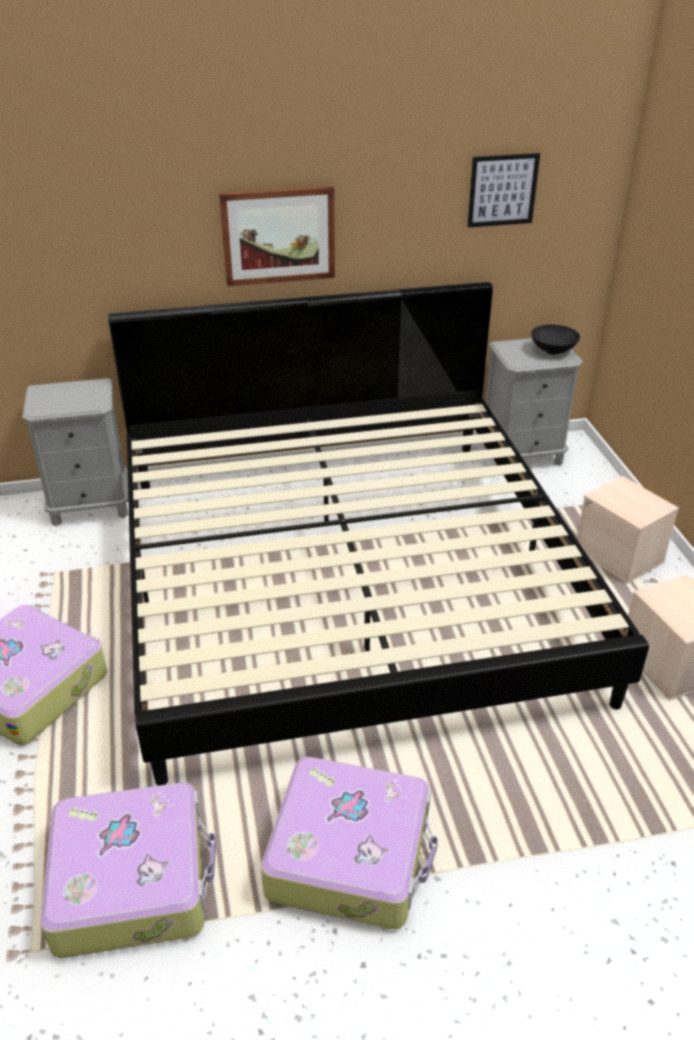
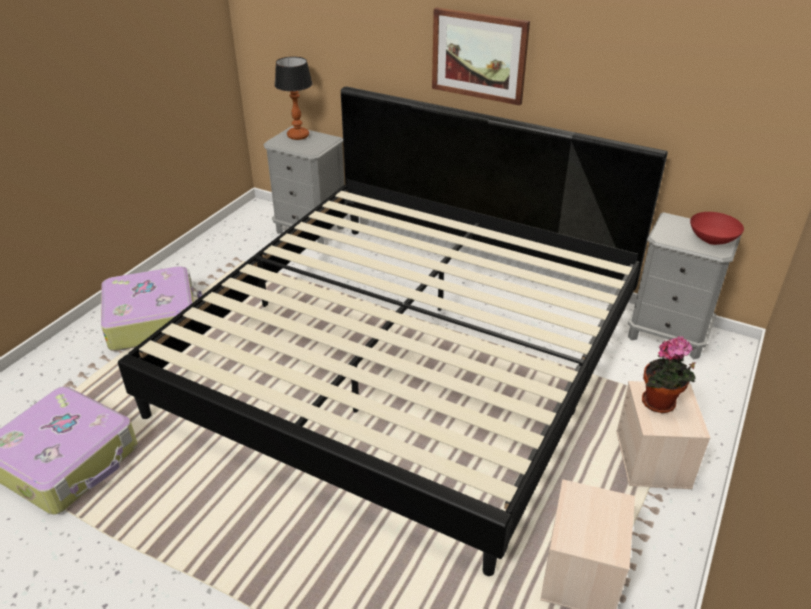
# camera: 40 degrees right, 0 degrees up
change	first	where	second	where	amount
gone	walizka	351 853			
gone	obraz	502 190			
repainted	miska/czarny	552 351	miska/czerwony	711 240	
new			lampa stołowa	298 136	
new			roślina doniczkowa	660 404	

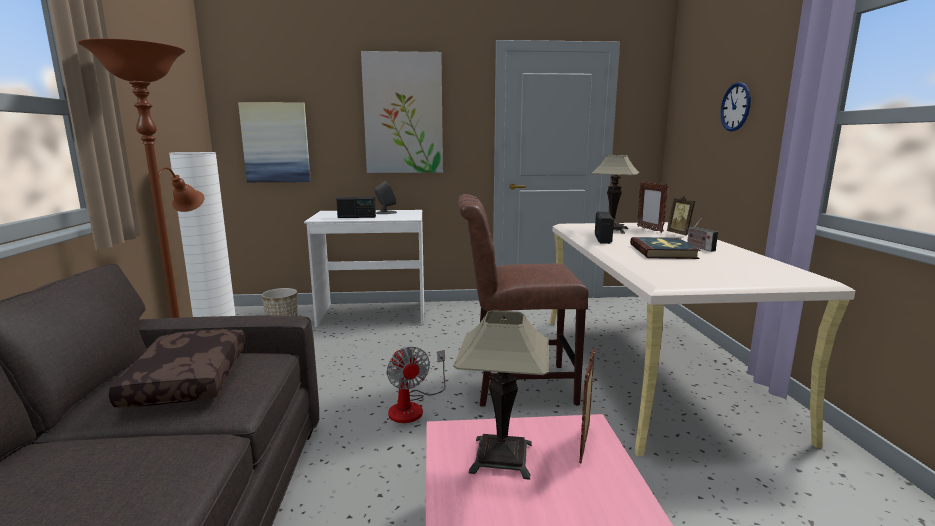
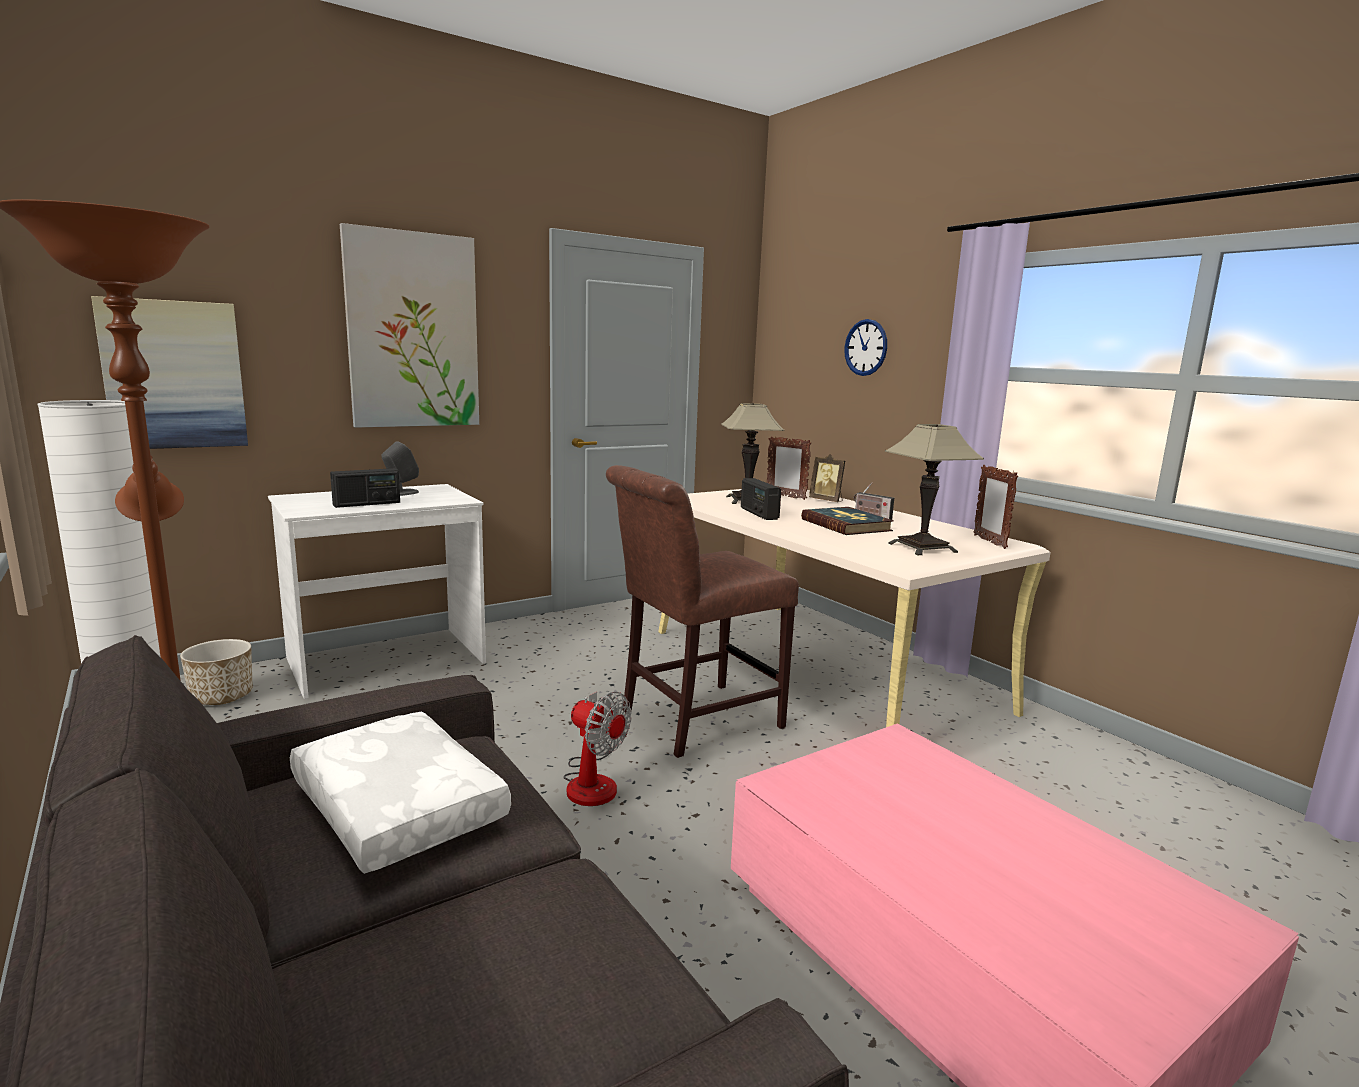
# camera: 30 degrees left, 0 degrees up
change	first	where	second	where	amount
repainted	poduszka/brązowy	186 379	poduszka/biały	394 807	
shifted	lampa stołowa	501 457		922 548	
shifted	ramka na zdjęcie	585 443		989 542	

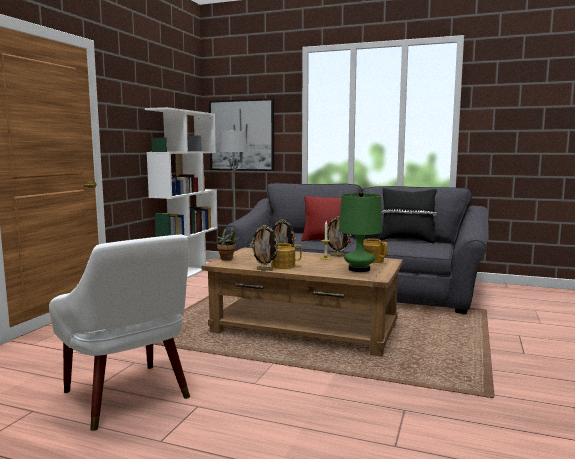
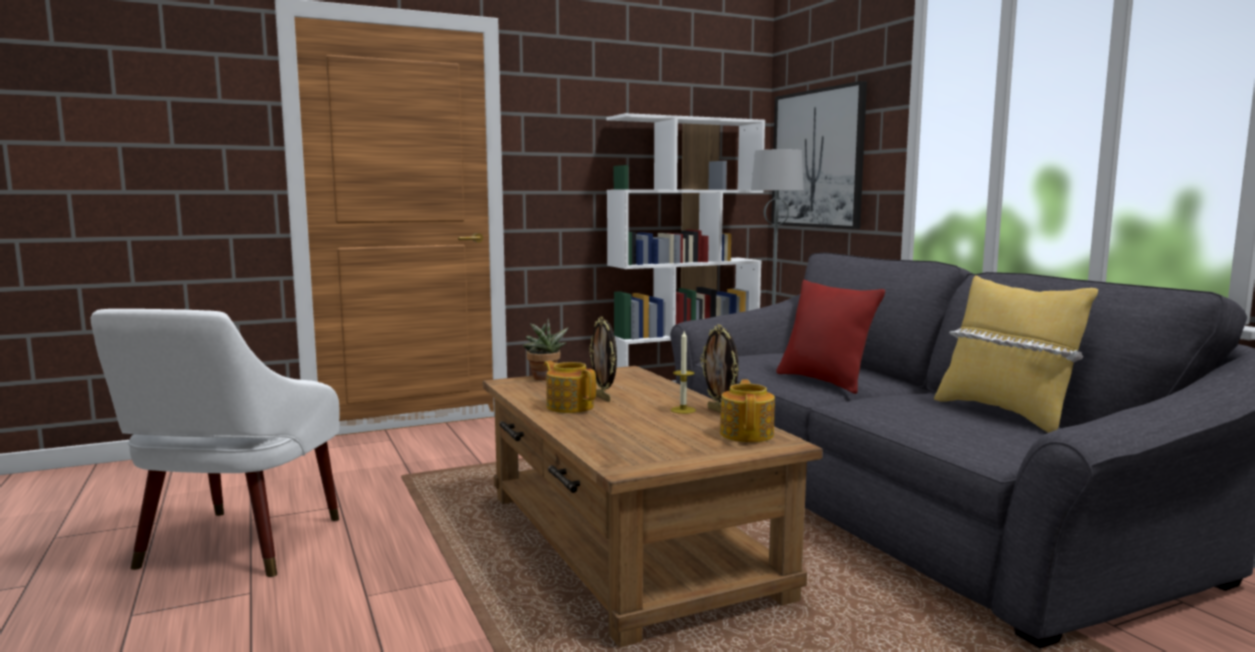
# camera: 45 degrees right, 0 degrees up
change	first	where	second	where	amount
gone	ramka na zdjęcie	265 270			
gone	lampa stołowa/zielony	359 269			
repainted	poduszka/czarny	406 240	poduszka/żółty	1005 413	

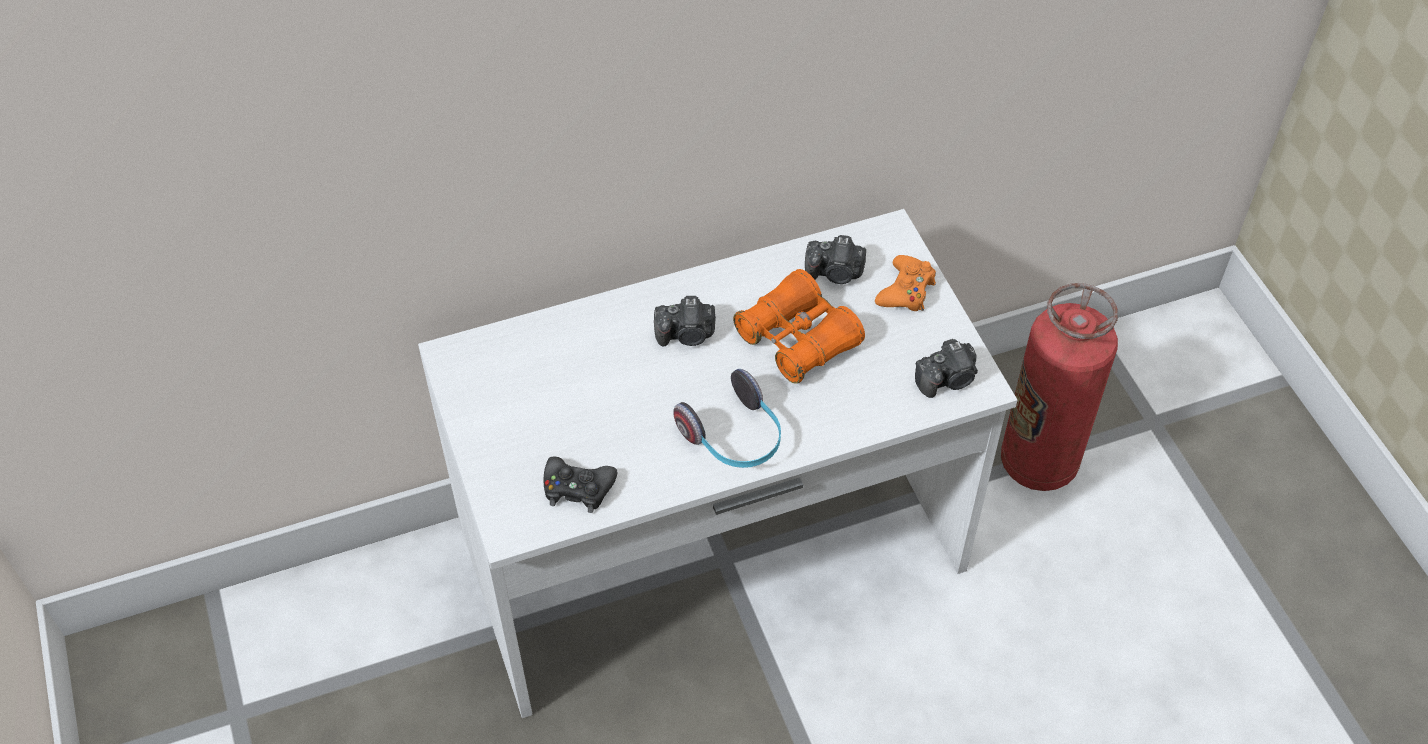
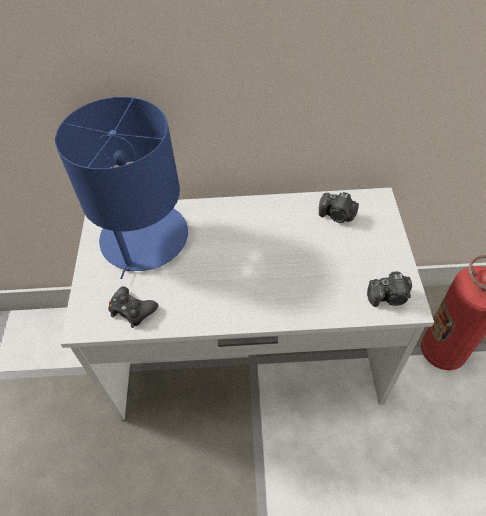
# camera: 20 degrees right, 0 degrees up
change	first	where	second	where	amount
gone	aparat fotograficzny	686 335			
gone	słuchawki	734 438			
gone	lornetka/pomarańczowy	797 339			
gone	pad do gier/pomarańczowy	906 291			
new			lampa stołowa/niebieski	143 238	

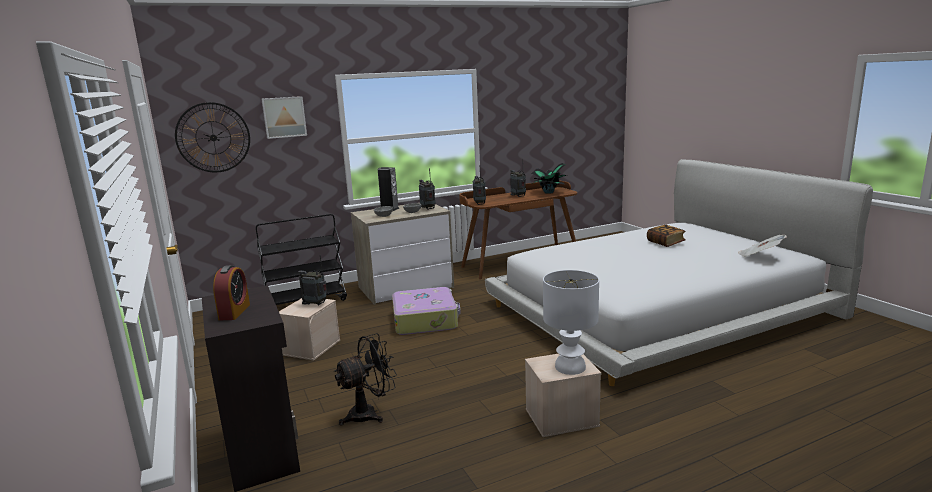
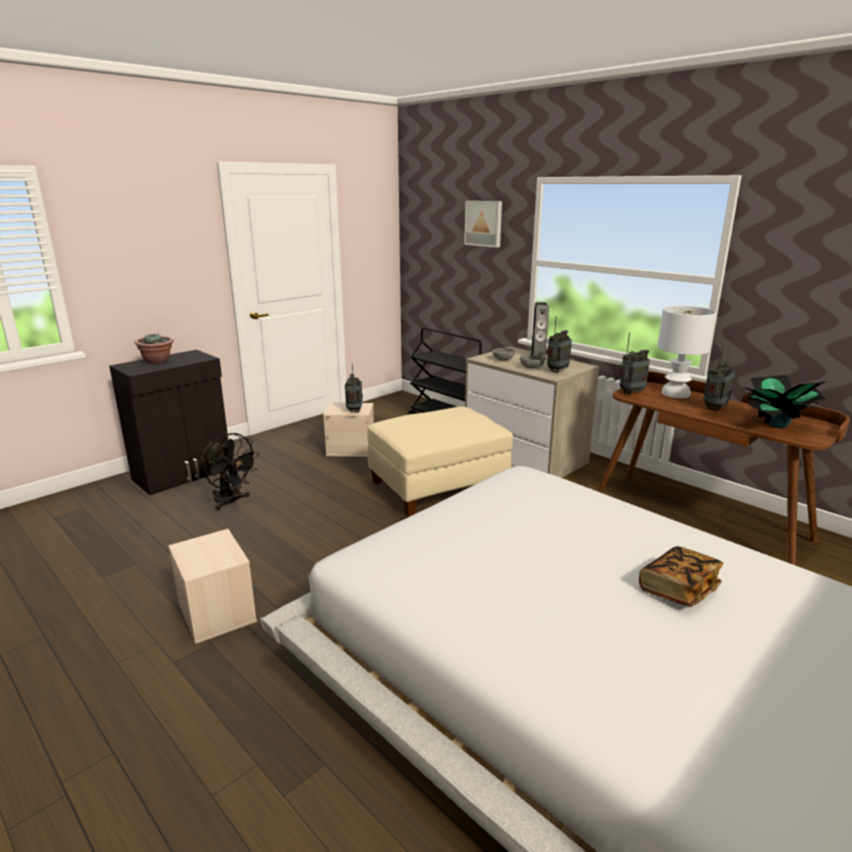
# camera: 70 degrees right, 5 degrees up
change	first	where	second	where	amount
gone	zegar ścienny	213 137			
swapped	budzik	234 312	roślina doniczkowa	157 362	
swapped	walizka	425 320	pufa/beżowy	437 487	
shifted	lampa stołowa/biały	569 366		676 393	
gone	gazeta	759 256			

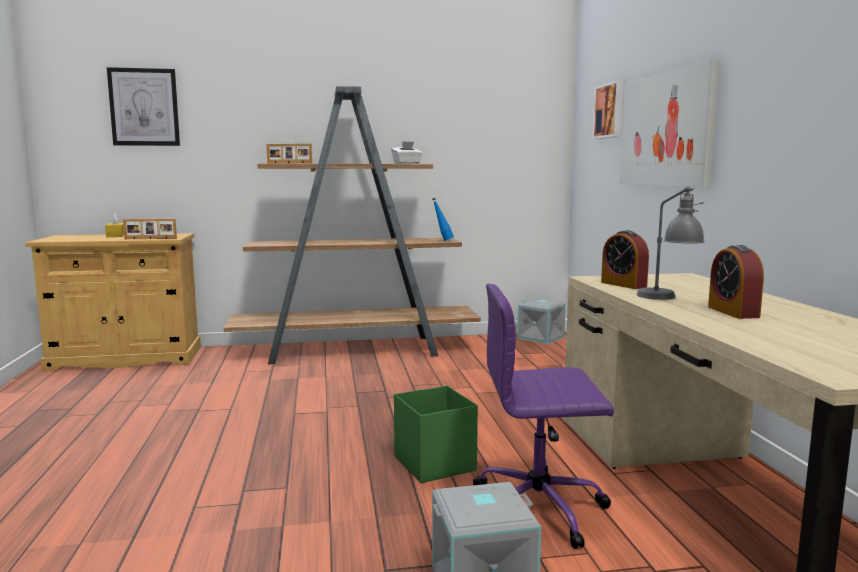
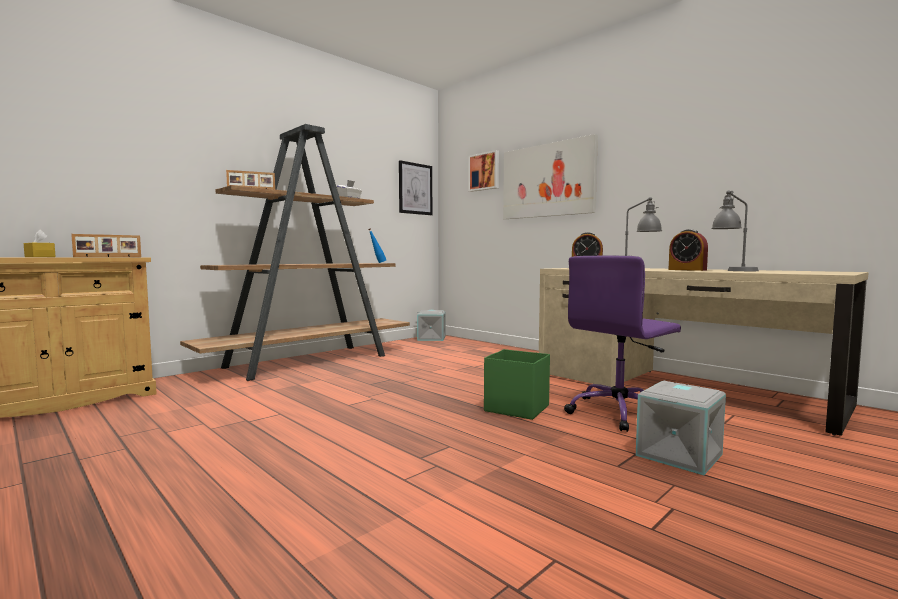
# camera: 35 degrees left, 5 degrees down
change	first	where	second	where	amount
shifted	obraz	144 107		415 188	
new			lampa stołowa/szary	733 271	

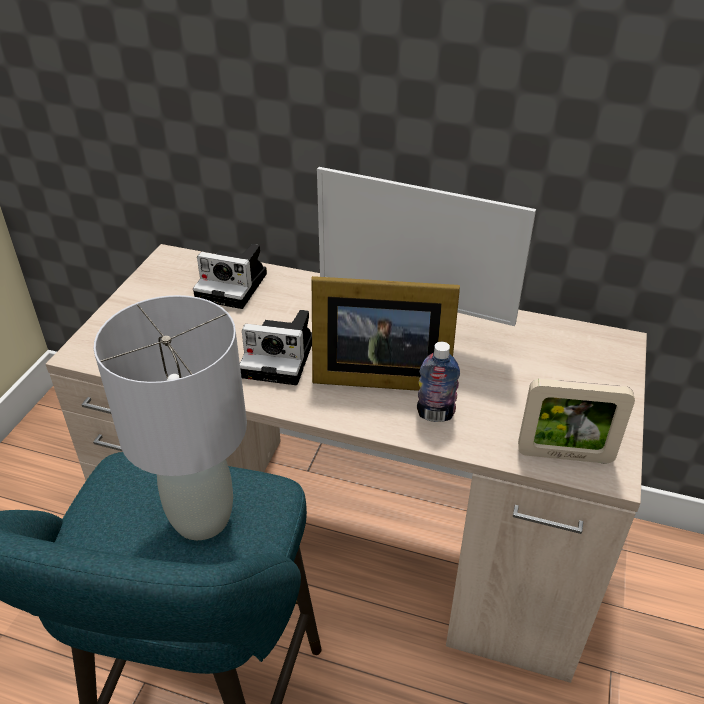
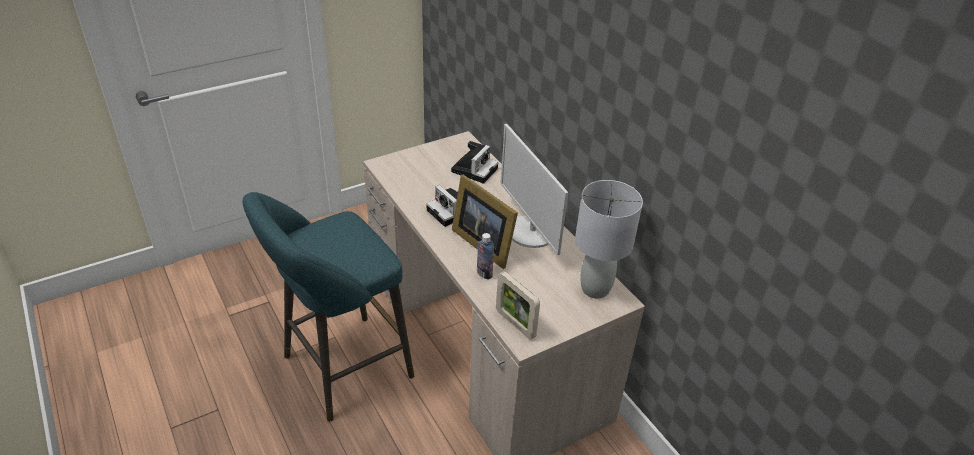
# camera: 40 degrees right, 0 degrees up
change	first	where	second	where	amount
shifted	lampa stołowa/szary	200 518		595 288	
rotated	aparat fotograficzny	235 286		474 169	120 degrees counterclockwise

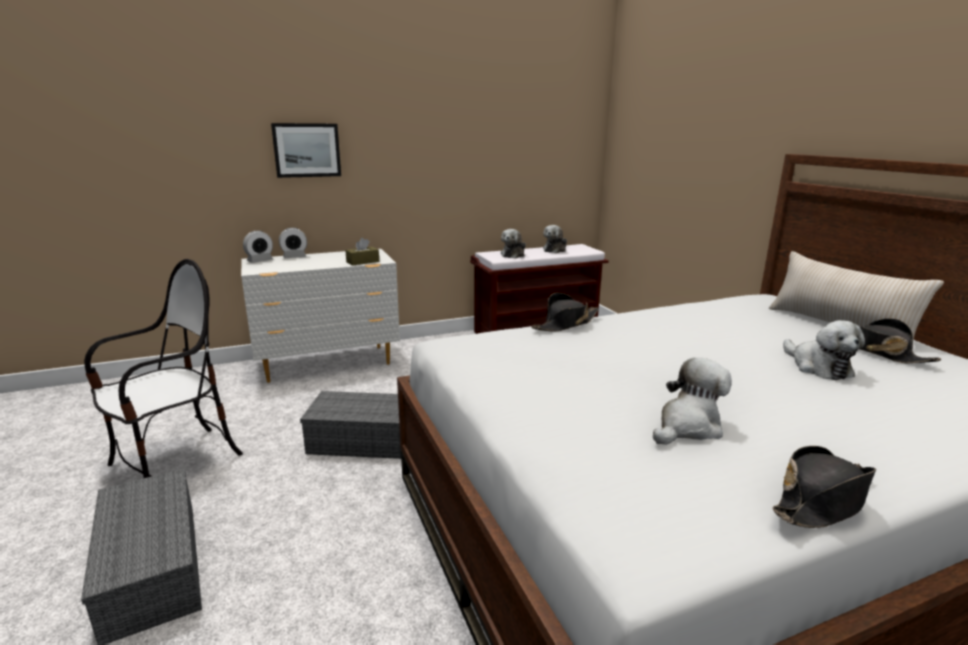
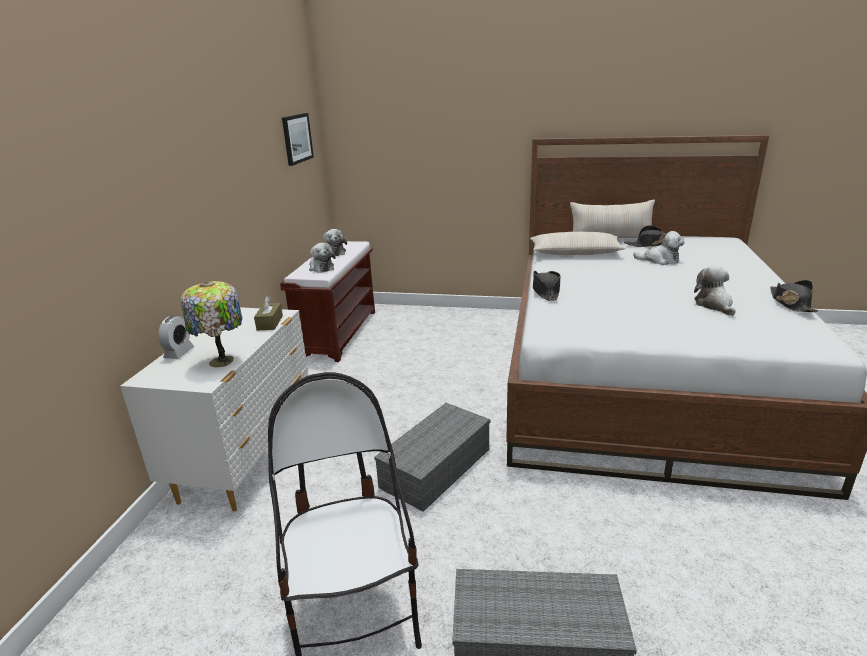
# camera: 55 degrees left, 5 degrees up
change	first	where	second	where	amount
gone	budzik	260 261			
shifted	obraz	307 150		296 138	
new			lampa stołowa	222 362	
new			poduszka/beżowy	575 253	

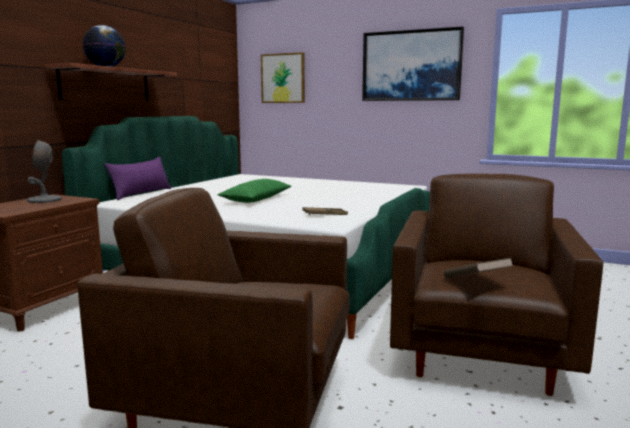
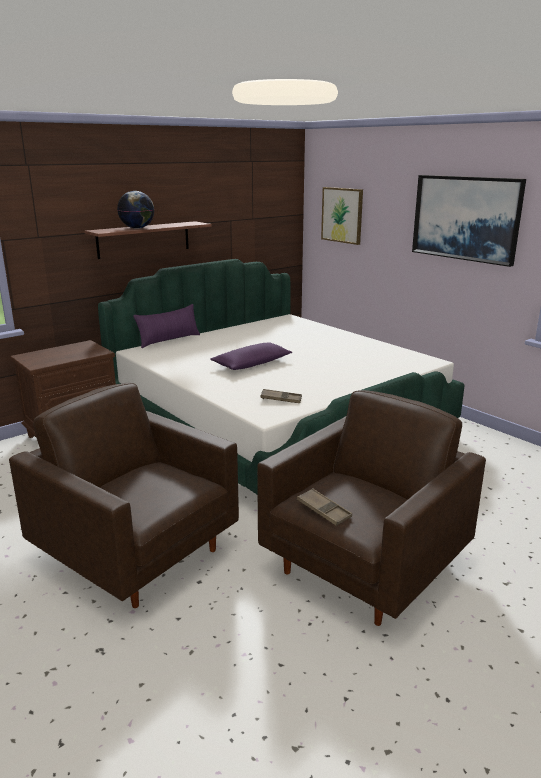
# camera: 25 degrees right, 10 degrees up
change	first	where	second	where	amount
gone	lampa stołowa/szary	44 200			
repainted	poduszka/zielony	256 199	poduszka/fioletowy	252 364	
swapped	książka/brązowy	476 282	taca/brązowy	323 510	

